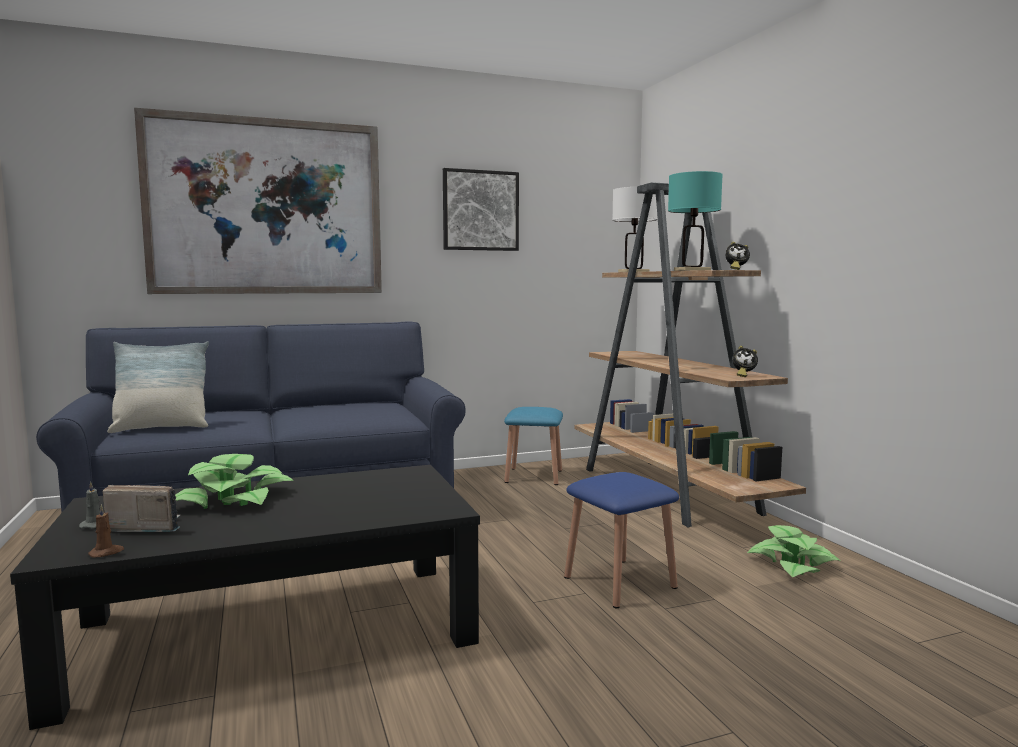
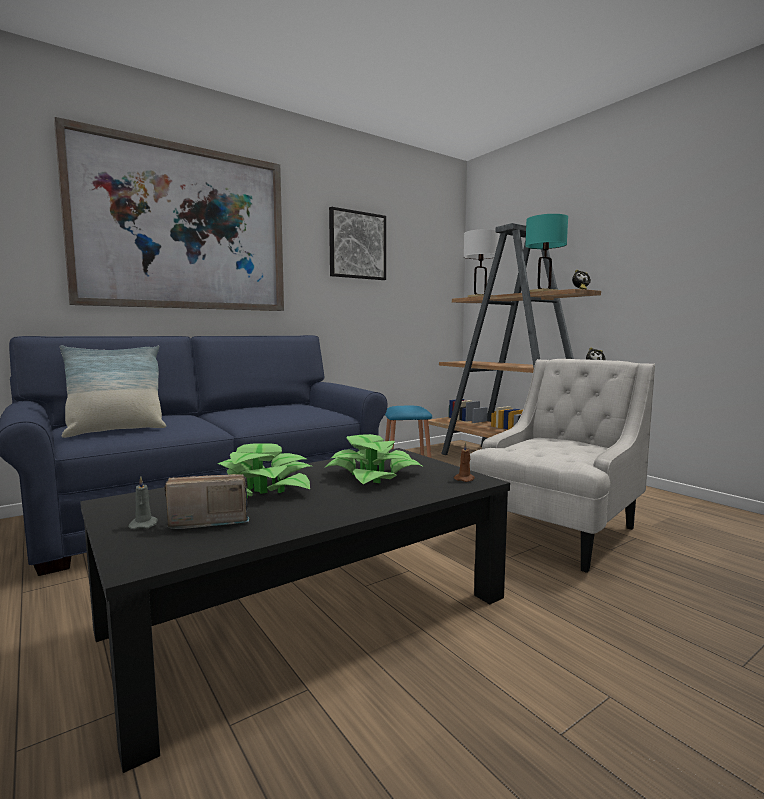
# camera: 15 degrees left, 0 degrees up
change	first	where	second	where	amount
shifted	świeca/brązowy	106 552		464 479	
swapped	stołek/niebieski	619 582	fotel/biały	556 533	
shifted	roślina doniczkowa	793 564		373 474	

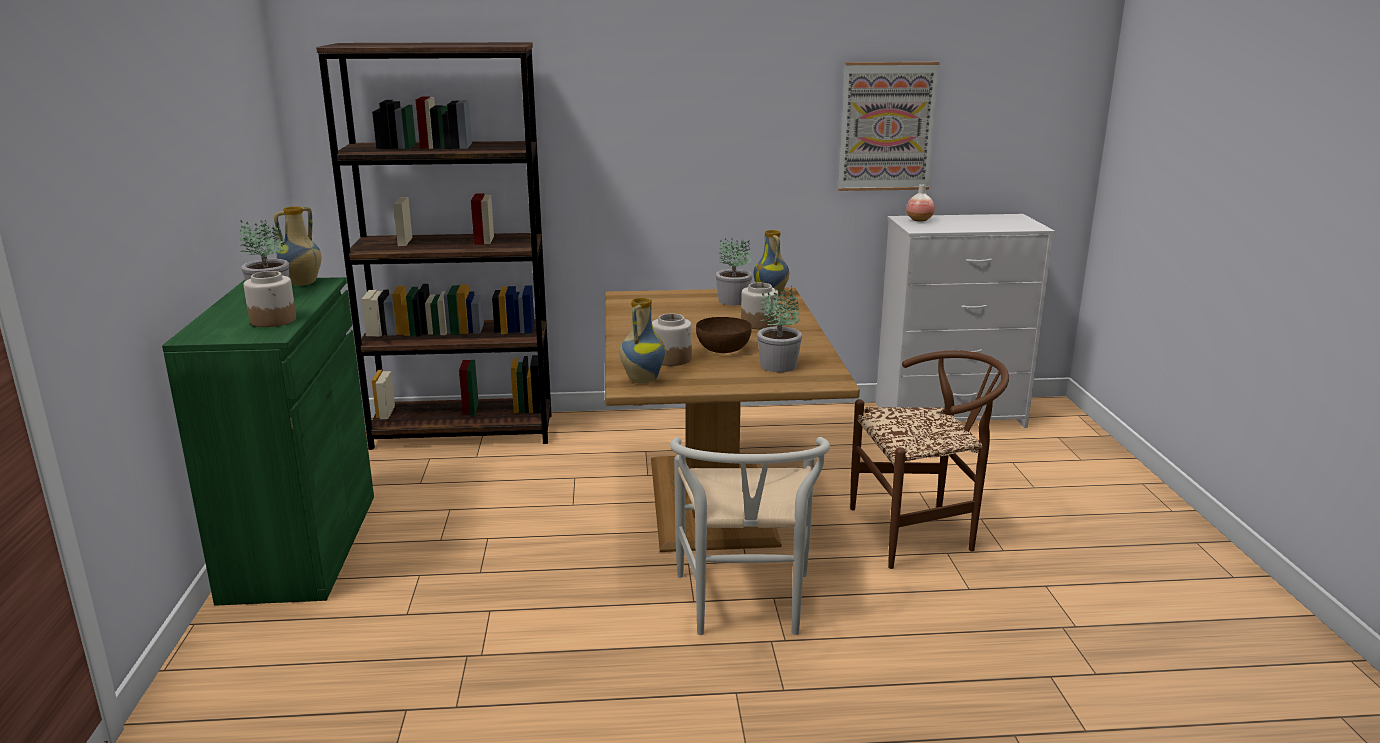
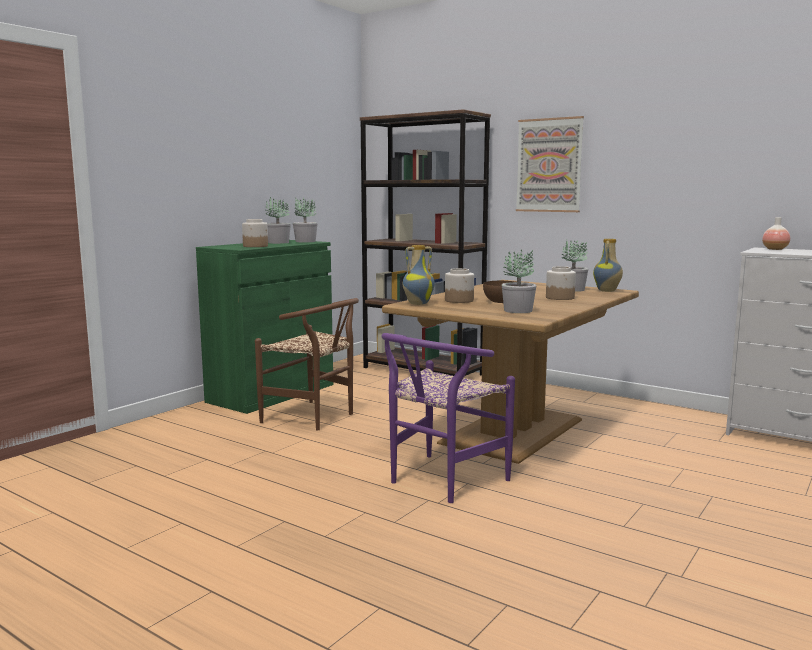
# camera: 40 degrees right, 10 degrees down
change	first	where	second	where	amount
swapped	wazon	303 283	roślina doniczkowa	305 241	
repainted	krzesło/biały	745 609	krzesło/fioletowy	440 482	
shifted	obraz	887 127		549 165	
shifted	krzesło/brązowy	921 532		315 417	

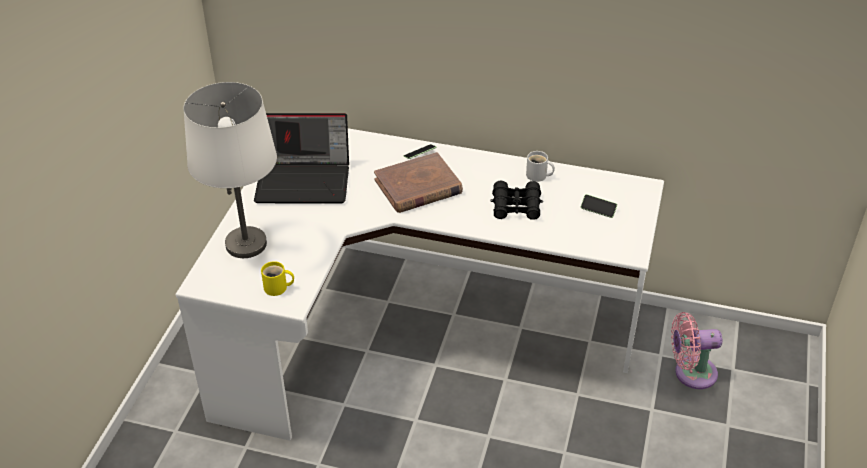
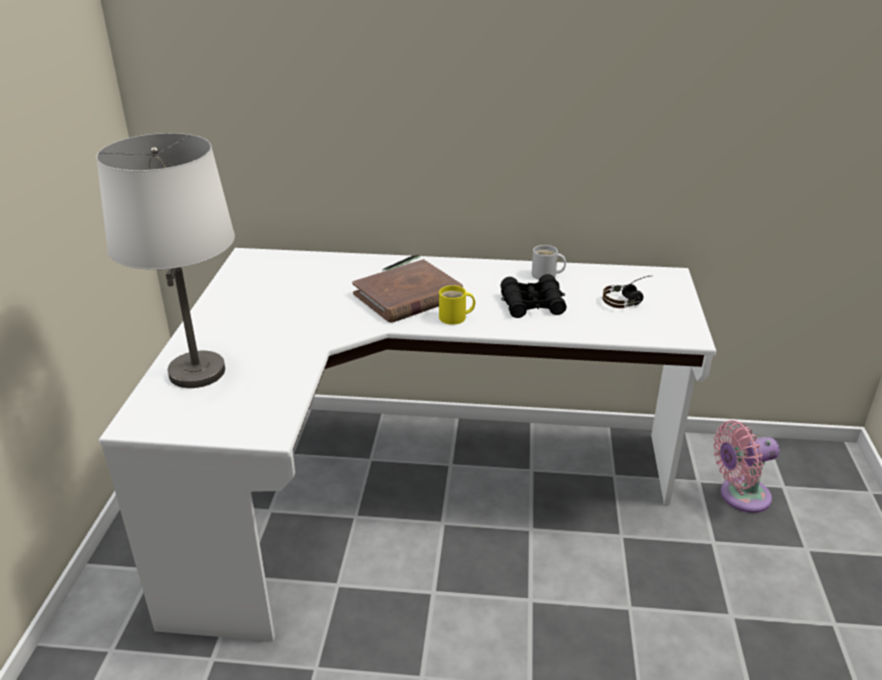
# camera: 10 degrees left, 10 degrees down
change	first	where	second	where	amount
gone	laptop	304 180			
shifted	kubek/żółty	277 288		455 318	
swapped	telefon	598 210	słuchawki	629 299	

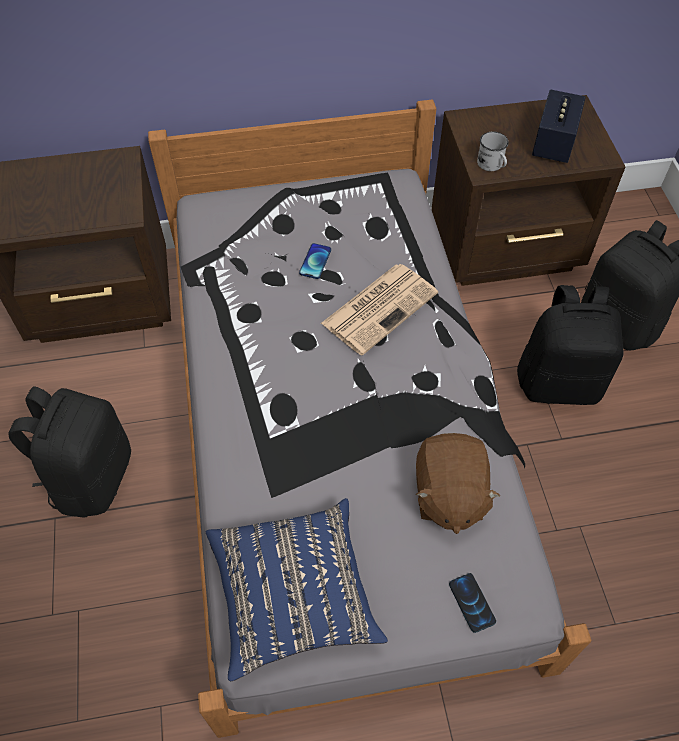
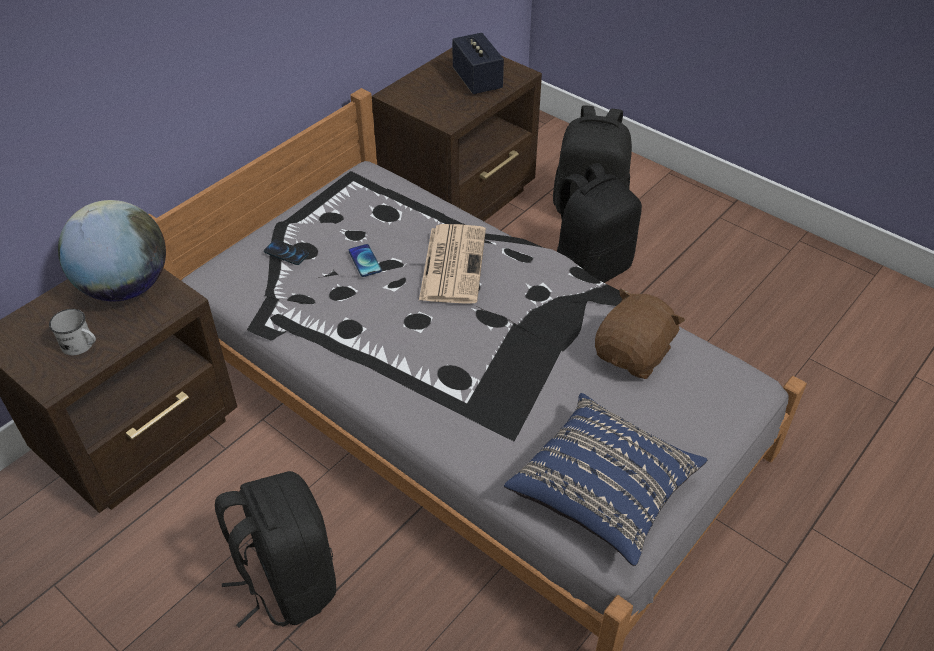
# camera: 40 degrees left, 10 degrees down
change	first	where	second	where	amount
rotated	pluszak/brązowy	448 494		633 354	105 degrees counterclockwise
shifted	telefon	471 603		286 253	
shifted	kubek/biały	492 165		81 346	
new			globus	125 287	

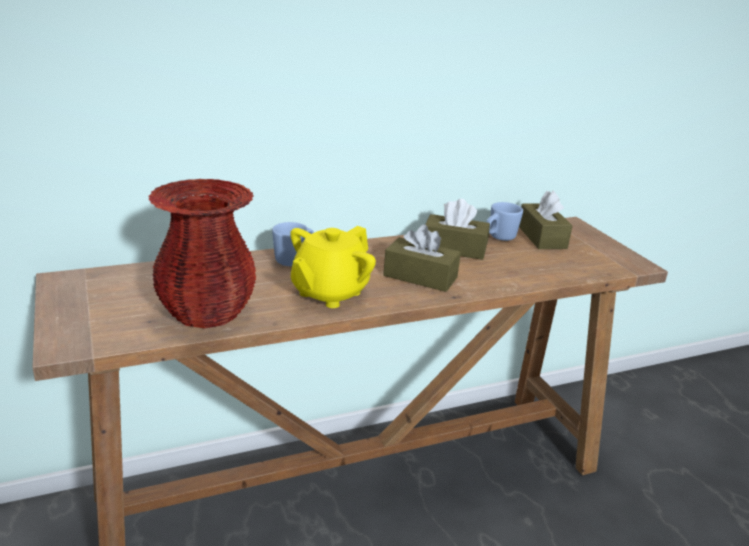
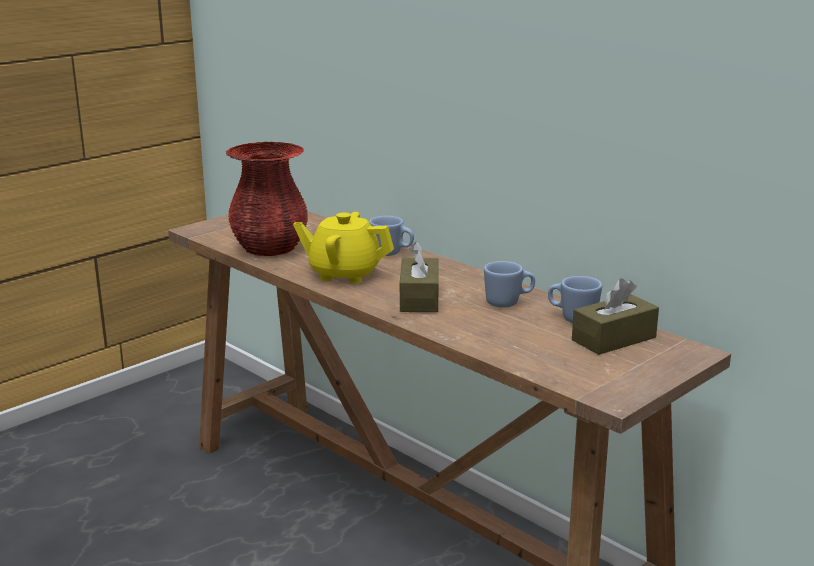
# camera: 70 degrees right, 5 degrees down
change	first	where	second	where	amount
swapped	pudełko chusteczek/brązowy	454 248	kubek/niebieski	508 303	

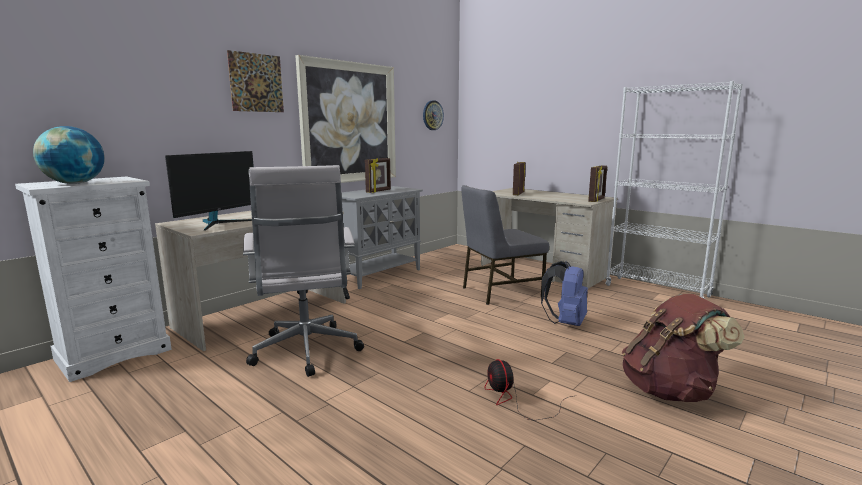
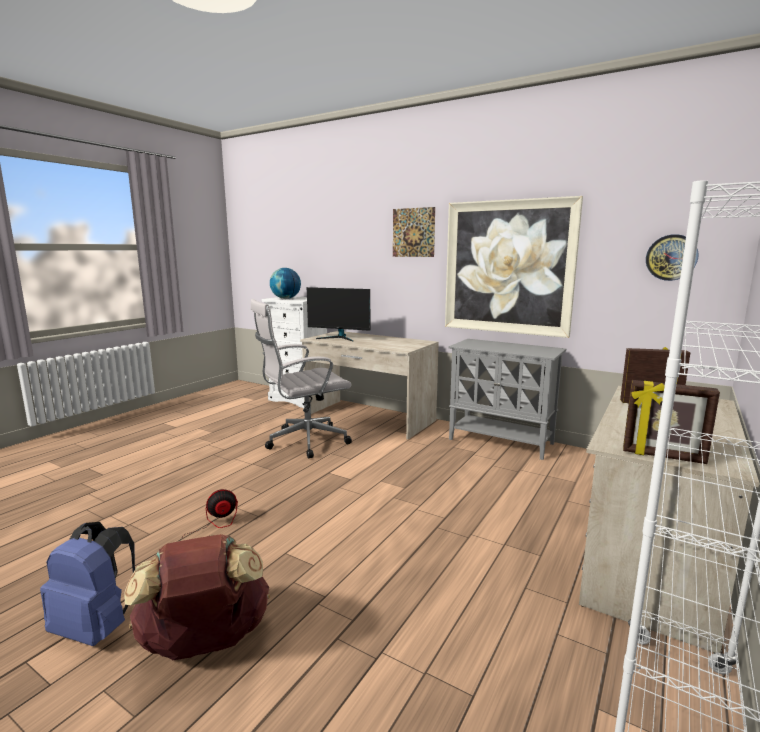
# camera: 80 degrees right, 0 degrees up
change	first	where	second	where	amount
gone	ramka na zdjęcie	379 191			
gone	krzesło/szary	500 292			
shifted	plecak/niebieski	565 323		97 627	

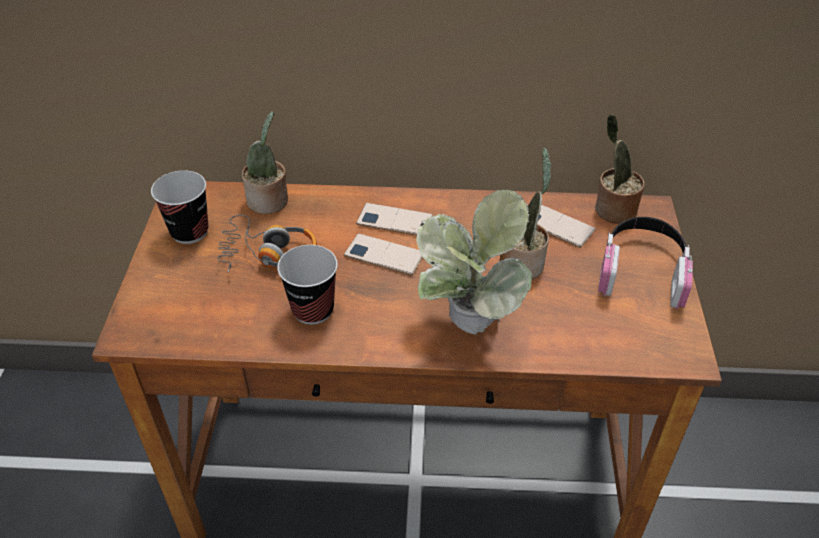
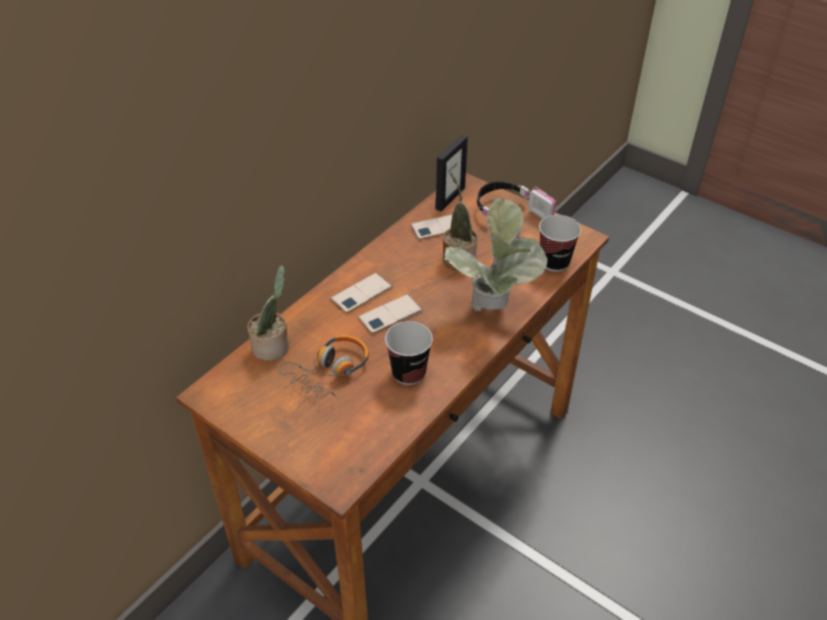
# camera: 55 degrees left, 0 degrees up
change	first	where	second	where	amount
shifted	filiżanka	190 232		554 262	
swapped	roślina doniczkowa	612 210	ramka na zdjęcie	450 198	

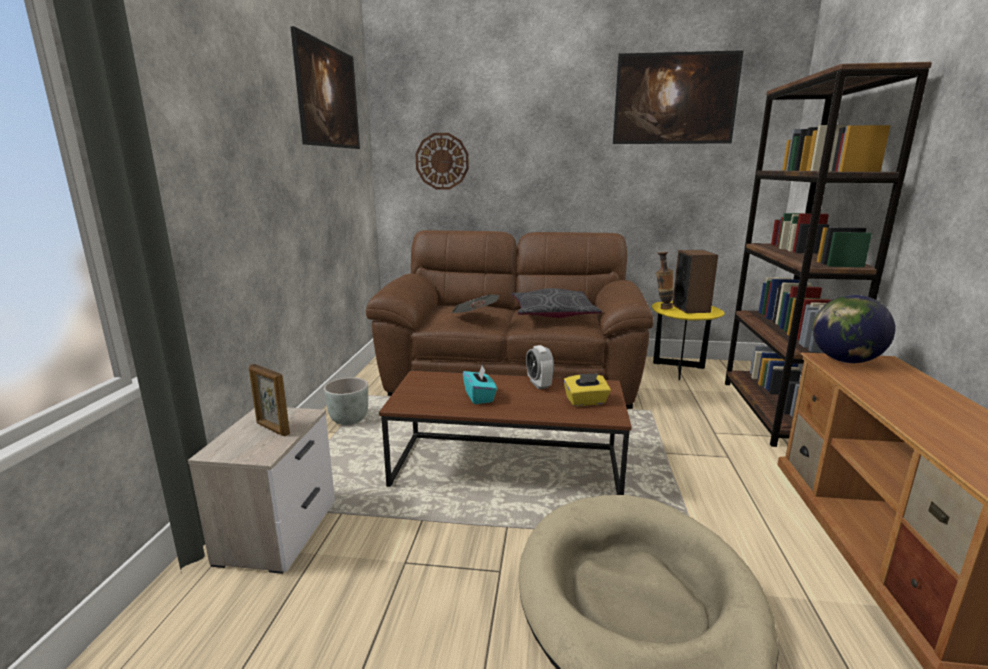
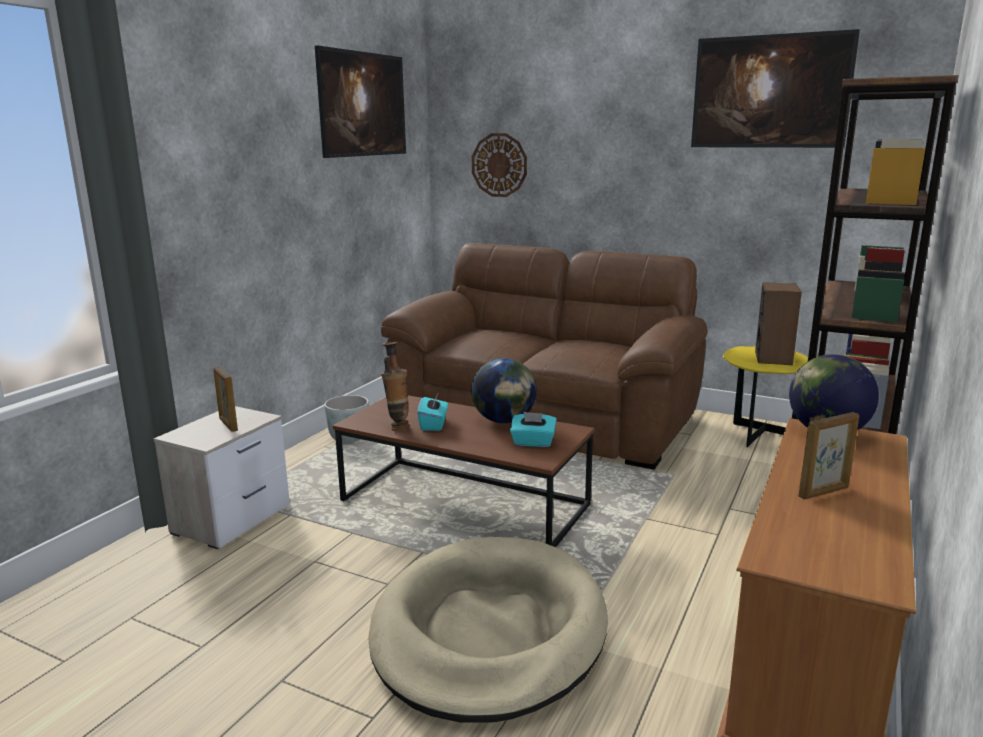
# camera: 20 degrees right, 0 degrees up
change	first	where	second	where	amount
gone	gazeta	475 317			
gone	poduszka/szary	553 314			
swapped	budzik	539 384	globus	504 421	
repainted	pudełko chusteczek/żółty	586 401	pudełko chusteczek/turkusowy	533 443	
shifted	wazon	662 308		397 427	
new			ramka na zdjęcie	824 492	

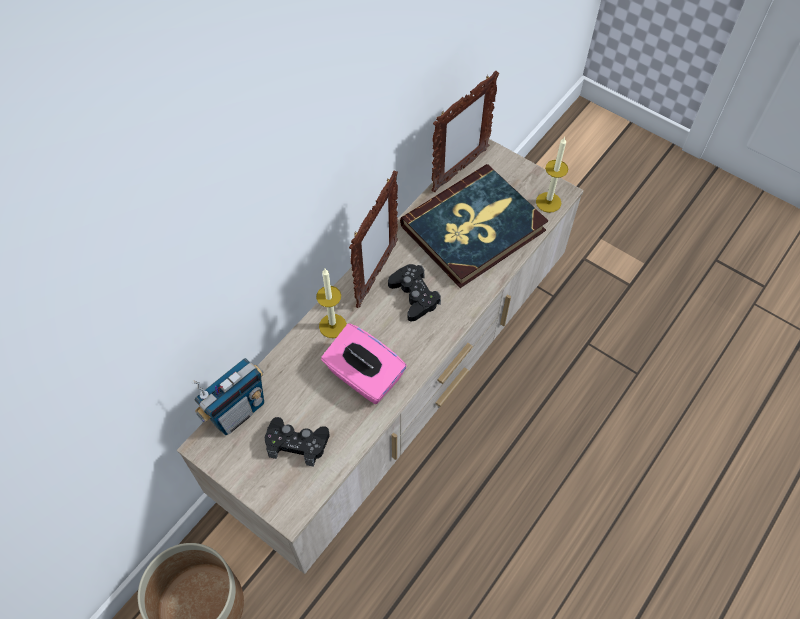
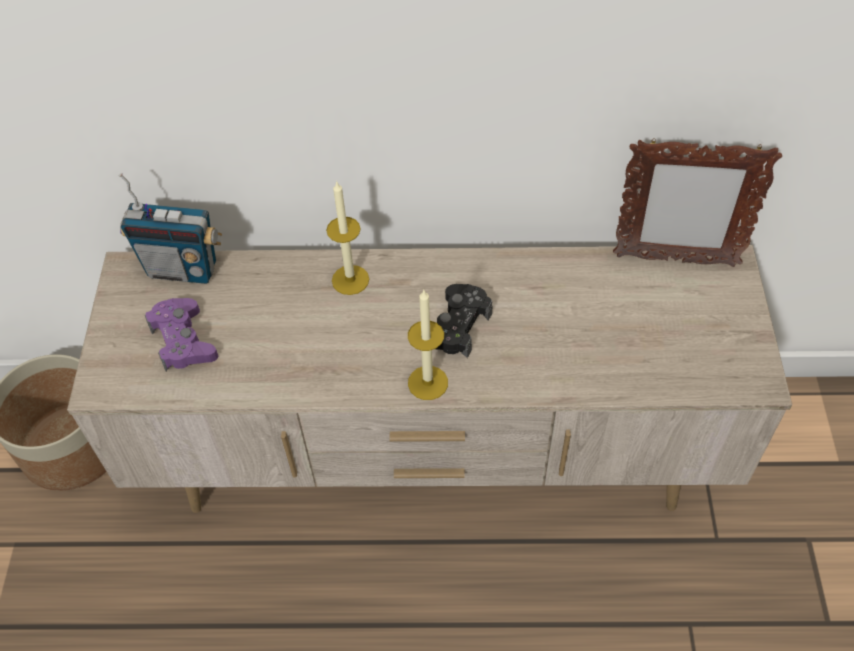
# camera: 55 degrees right, 5 degrees down
change	first	where	second	where	amount
repainted	pad do gier/czarny	297 443	pad do gier/fioletowy	183 341	
gone	pudełko chusteczek/różowy	364 377			
gone	ramka na zdjęcie	376 275			
gone	książka	473 229			
shifted	świeca	548 202		428 383	

